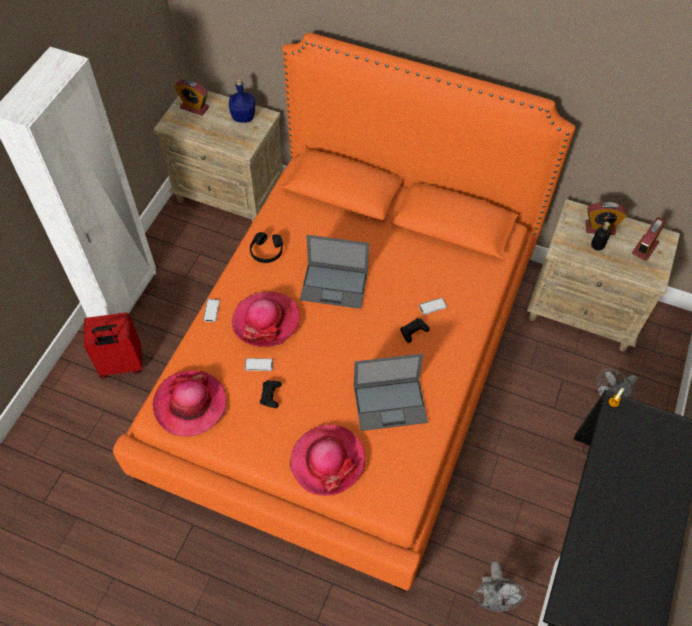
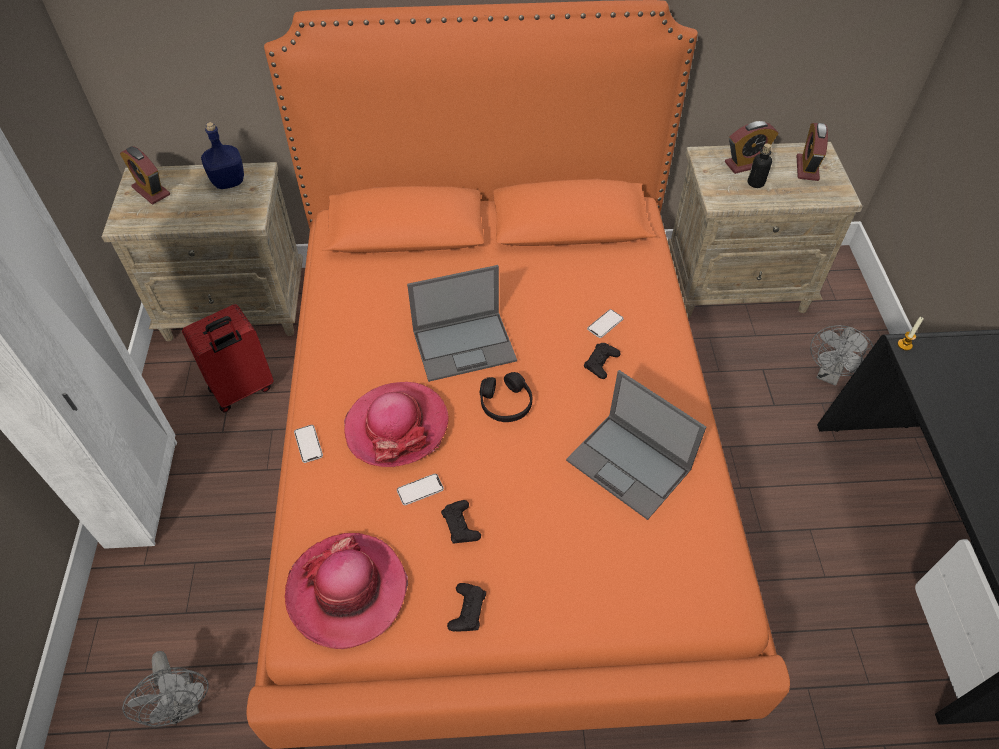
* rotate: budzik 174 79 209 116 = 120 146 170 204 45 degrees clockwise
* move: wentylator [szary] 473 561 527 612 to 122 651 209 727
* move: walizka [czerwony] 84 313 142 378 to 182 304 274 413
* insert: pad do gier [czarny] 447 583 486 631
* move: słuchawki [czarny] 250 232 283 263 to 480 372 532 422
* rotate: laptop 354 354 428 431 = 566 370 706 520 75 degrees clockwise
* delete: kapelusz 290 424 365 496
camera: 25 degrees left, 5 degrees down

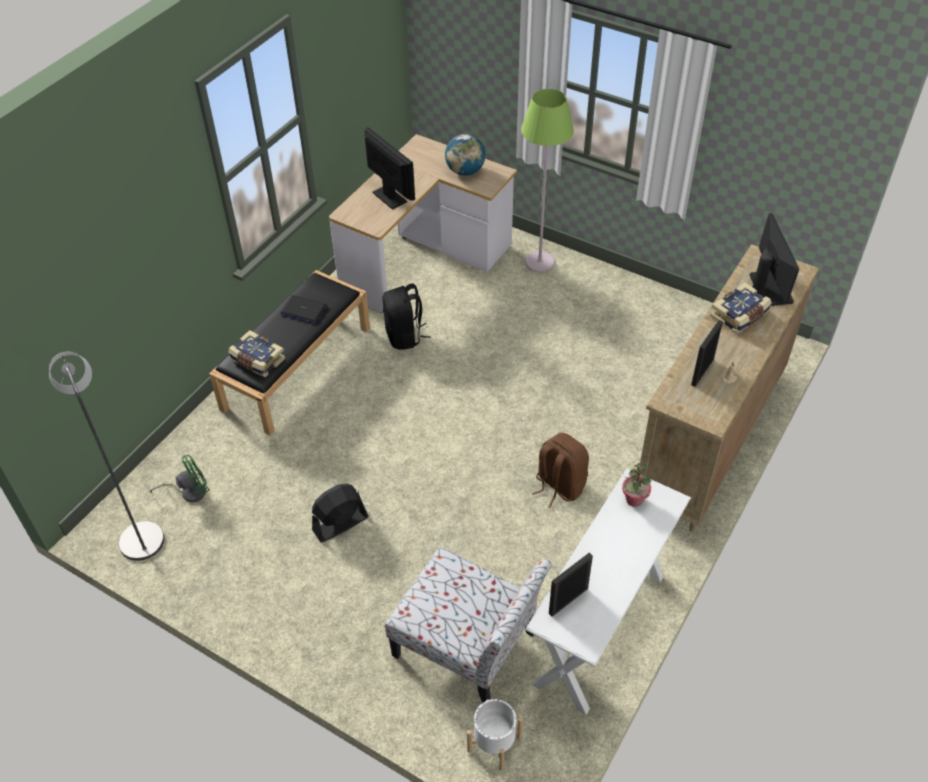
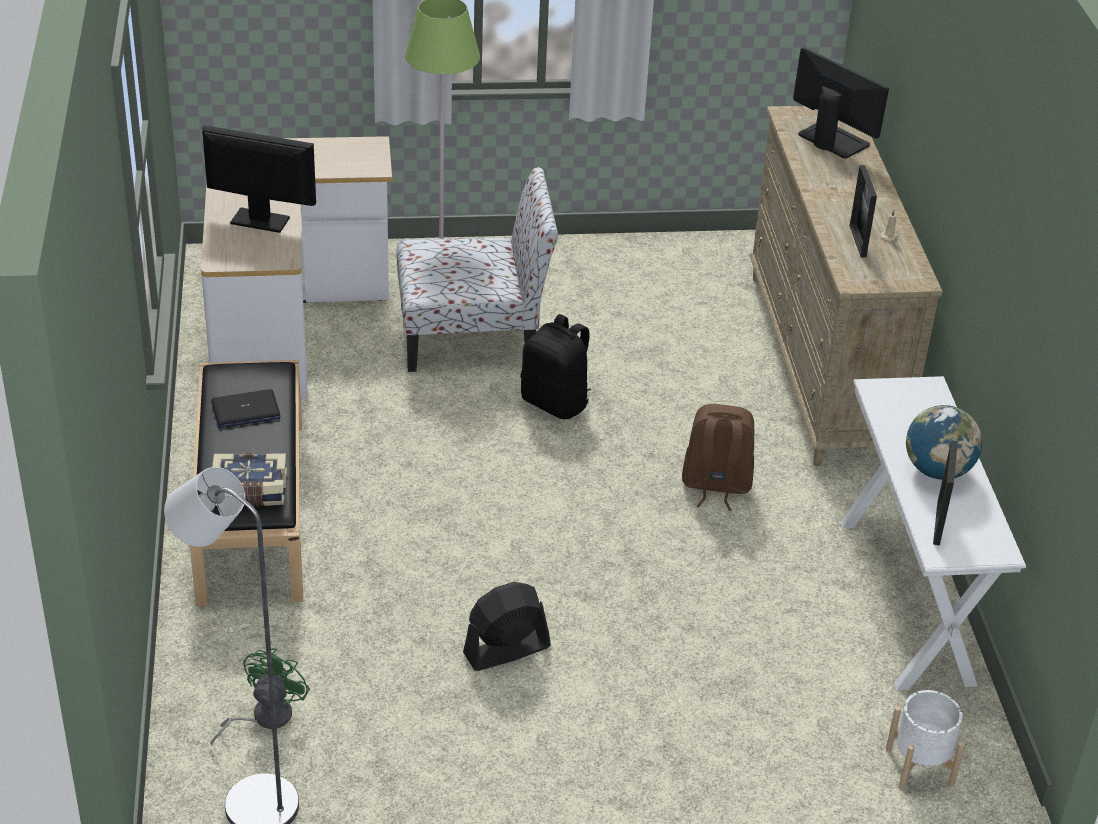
* move: krzesło 385 547 552 703 to 397 167 558 372
* rotate: wentylator [czarny] 312 483 369 542 = 463 582 551 671 45 degrees clockwise
* move: plecak [czarny] 383 284 431 350 to 521 314 591 419
* move: globus 445 134 486 176 to 906 405 982 480
* delete: roślina doniczkowa 622 462 651 507
* delete: książka 710 282 772 334
camera: 40 degrees left, 10 degrees down

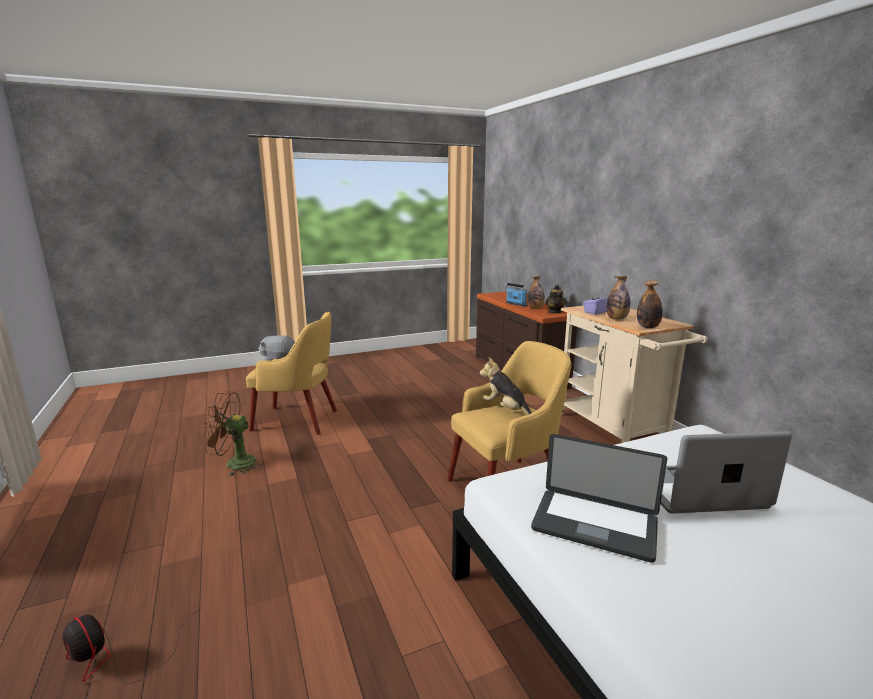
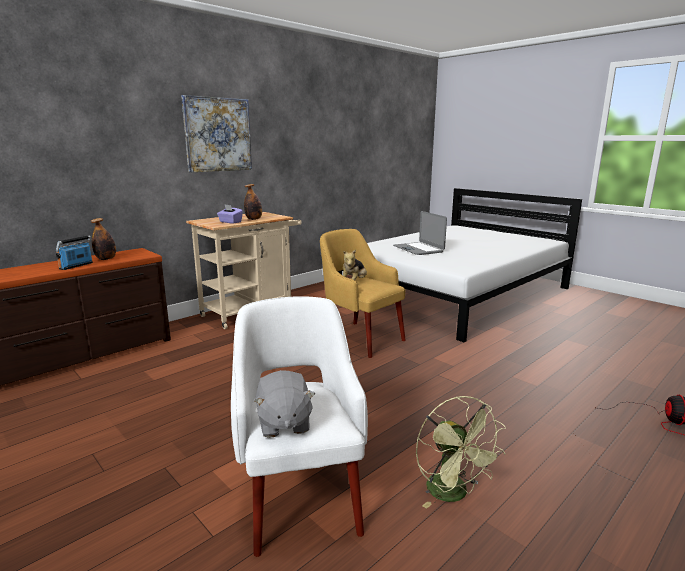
* insert: obraz 181 95 252 172
* recolor: fotel [żółty] 246 312 337 435 to fotel [biały] 231 296 368 557
* recolor: wentylator [brązowy] 202 391 262 476 to wentylator [zielony] 416 396 506 509
* delete: laptop 531 434 667 563
* delete: imbryk 545 285 567 313
* delete: butelka 637 280 663 328
camera: 110 degrees left, 0 degrees up

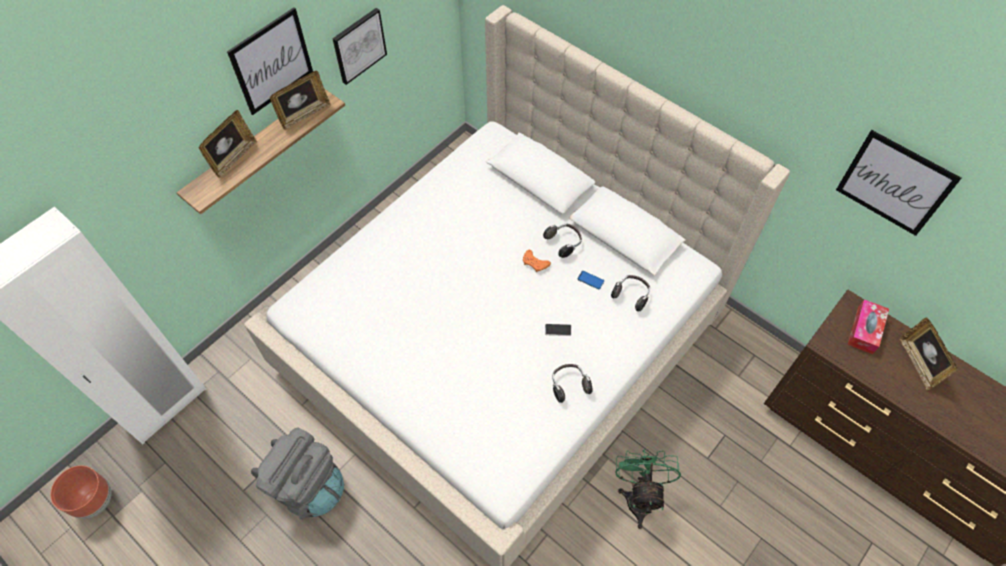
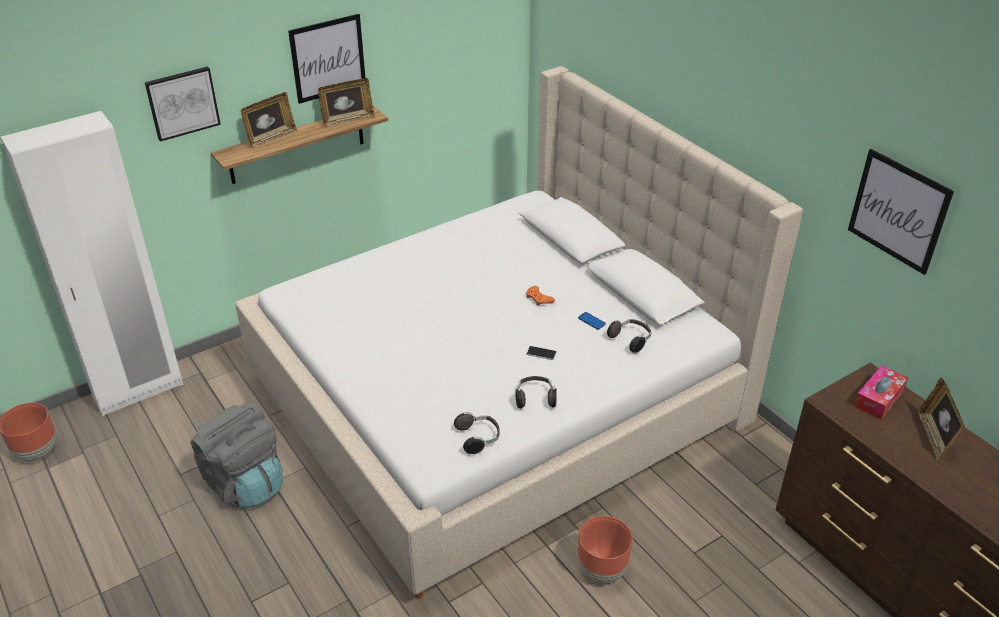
* move: obraz 332 8 387 85 to 145 67 221 142
* move: słuchawki 543 224 582 258 to 454 412 499 454
* replace: wentylator [zielony] 615 449 681 529 to donica [brązowy] 578 516 633 583
camera: 15 degrees right, 20 degrees down

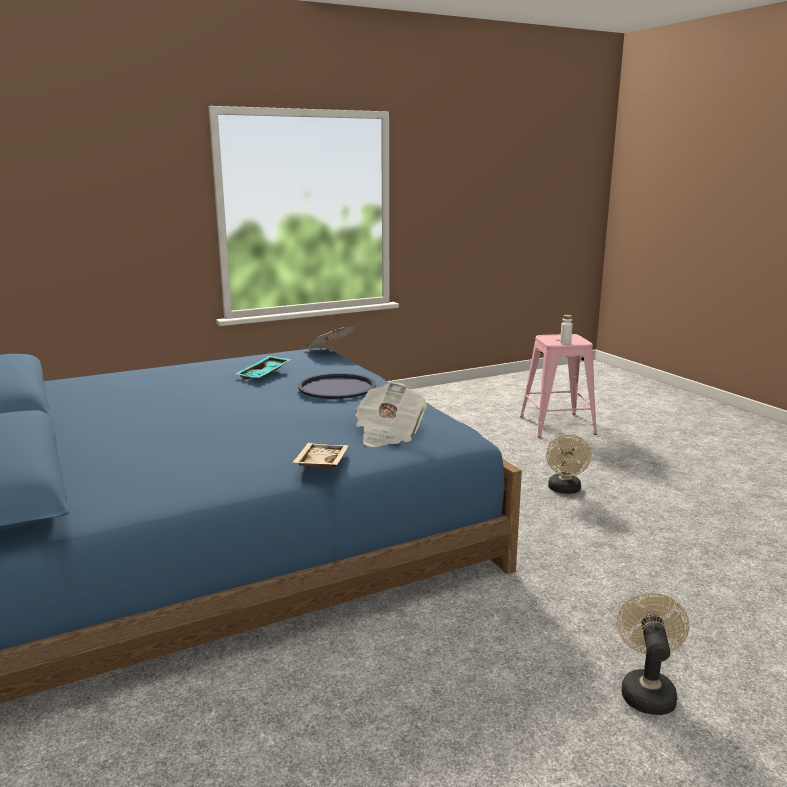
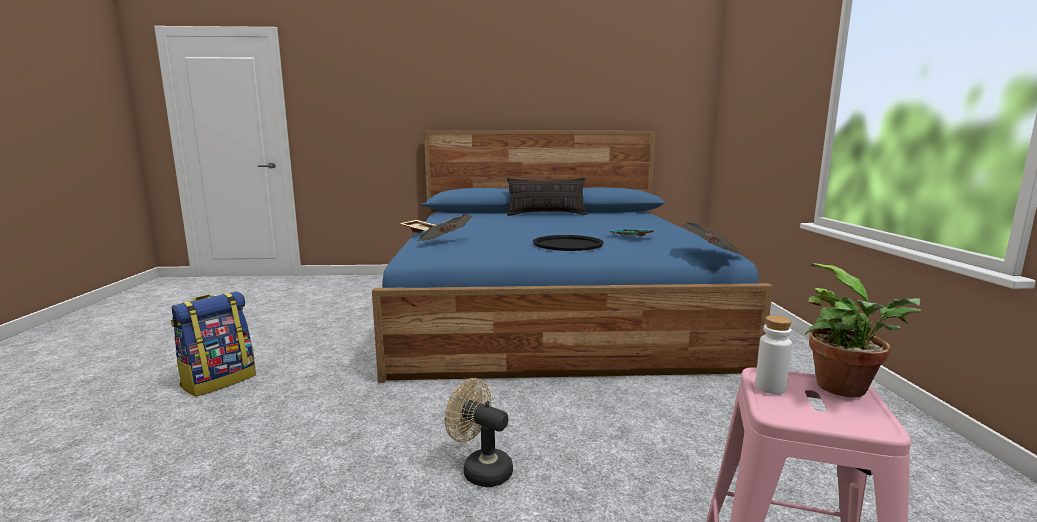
* replace: wentylator [beżowy] 617 593 689 715 to plecak 171 291 256 397
* insert: poduszka 507 177 587 216
* recolor: taca [niebieski] 298 373 376 399 to taca [czarny] 533 235 604 251
* insert: roślina doniczkowa 805 263 921 397
camera: 115 degrees right, 5 degrees down

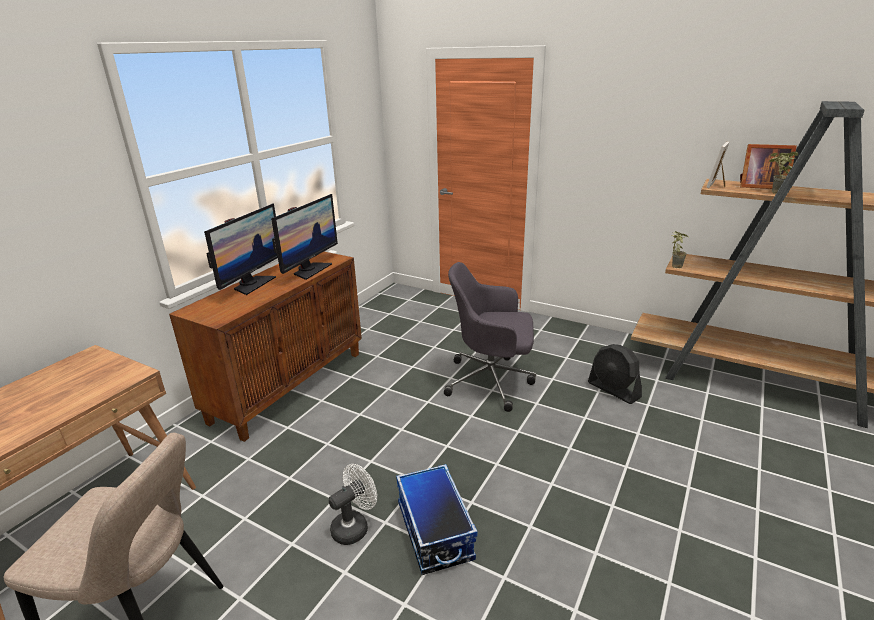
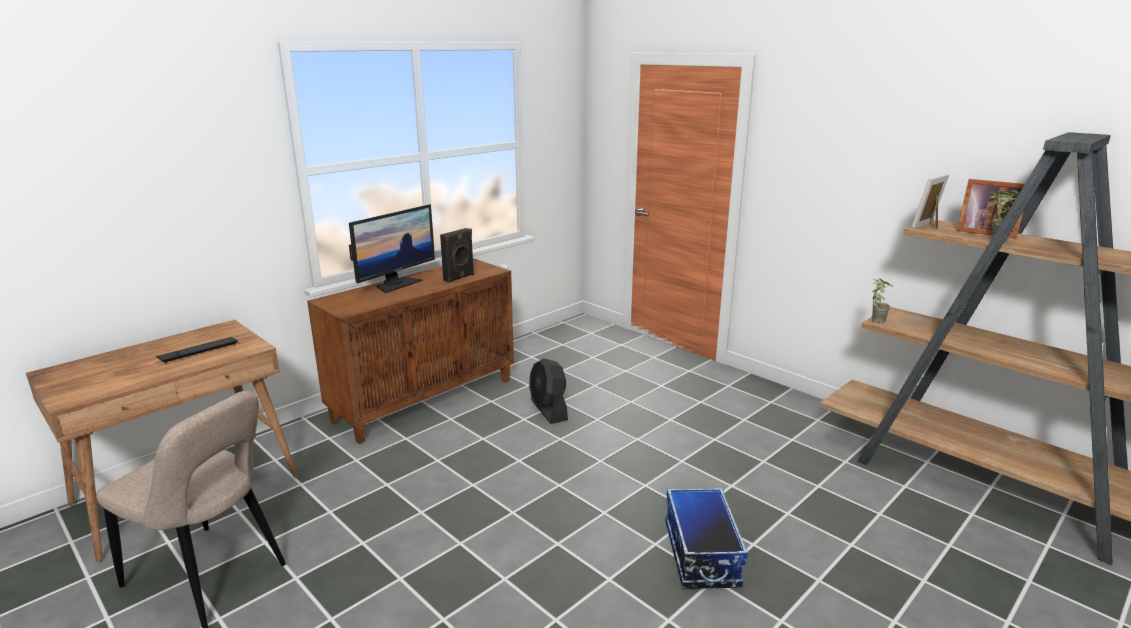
* insert: klawiatura 156 337 238 364
* replace: monitor 271 194 338 280 to głośnik [czarny] 440 228 474 283
* move: wentylator [czarny] 588 344 642 404 to 529 358 568 424
* move: pojemnik do przechowywania 396 464 478 575 to 665 488 748 589
* delete: wentylator [biały] 329 464 377 545
* delete: krzesło biurowe [szary] 444 262 536 412
camera: 15 degrees right, 5 degrees down

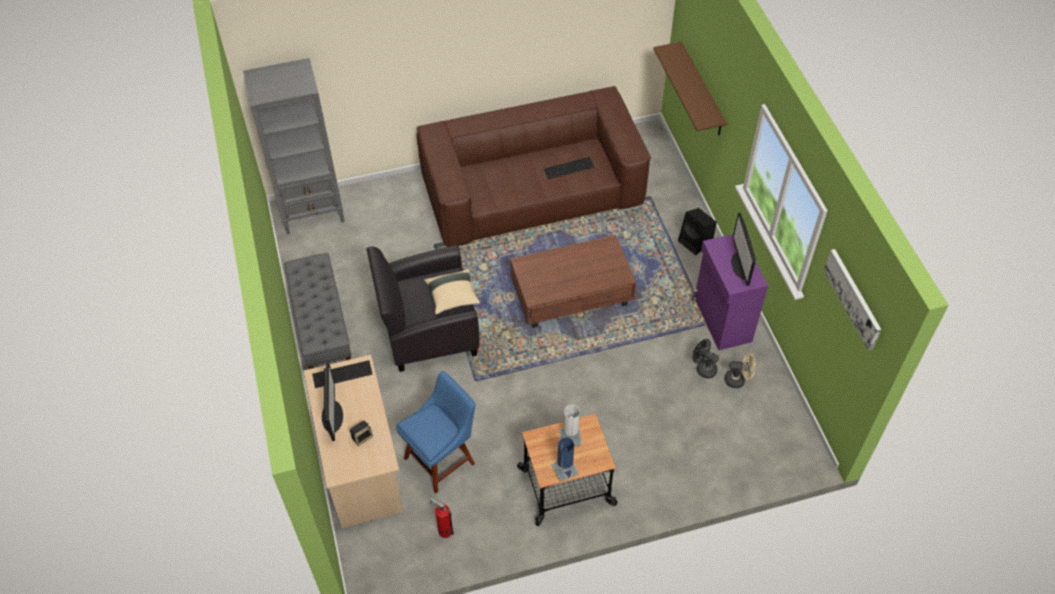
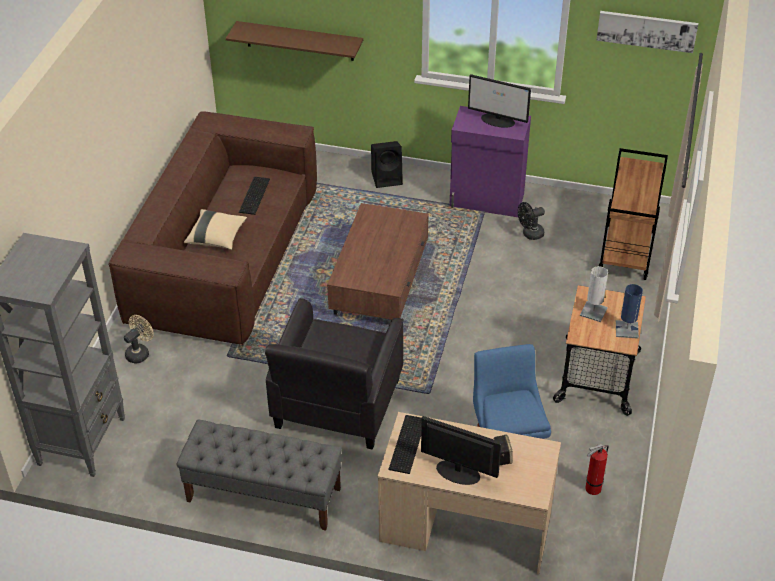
* move: wentylator [beżowy] 725 353 756 388 to 124 315 154 363
* move: poduszka [beżowy] 424 268 480 314 to 184 209 247 250
* insert: wózek [brązowy] 599 148 668 280
camera: 60 degrees left, 10 degrees down

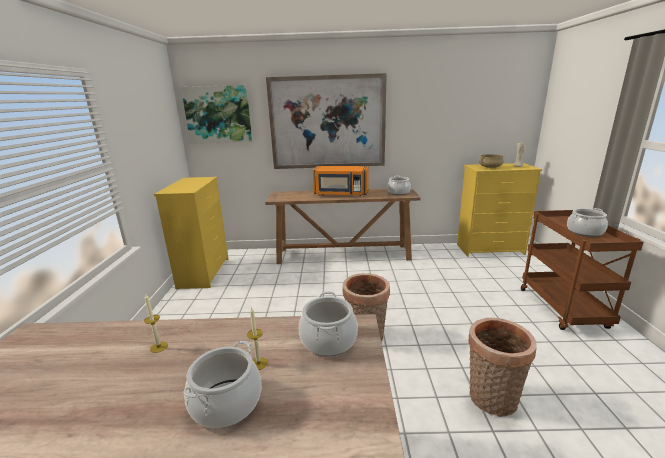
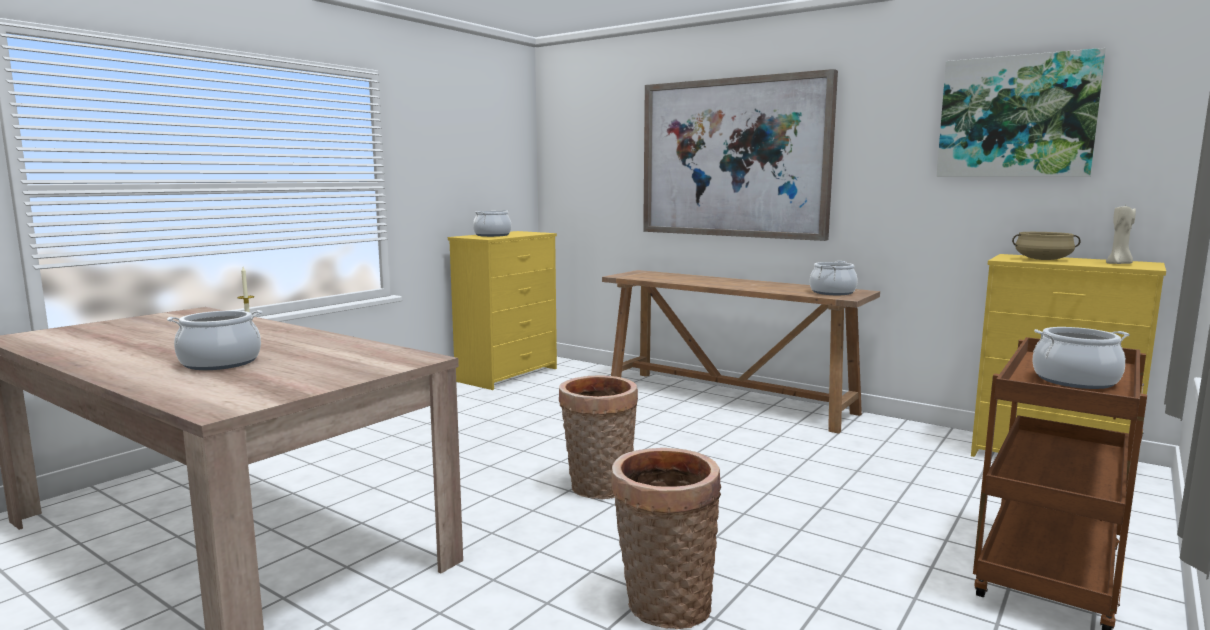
* move: garnek 299 291 358 356 to 473 210 511 237
* move: obraz 181 85 252 144 to 937 48 1106 177
* delete: świeca 247 307 268 370
* delete: mikrofalówka [pomarańczowy] 313 166 369 196
camera: 35 degrees right, 10 degrees down

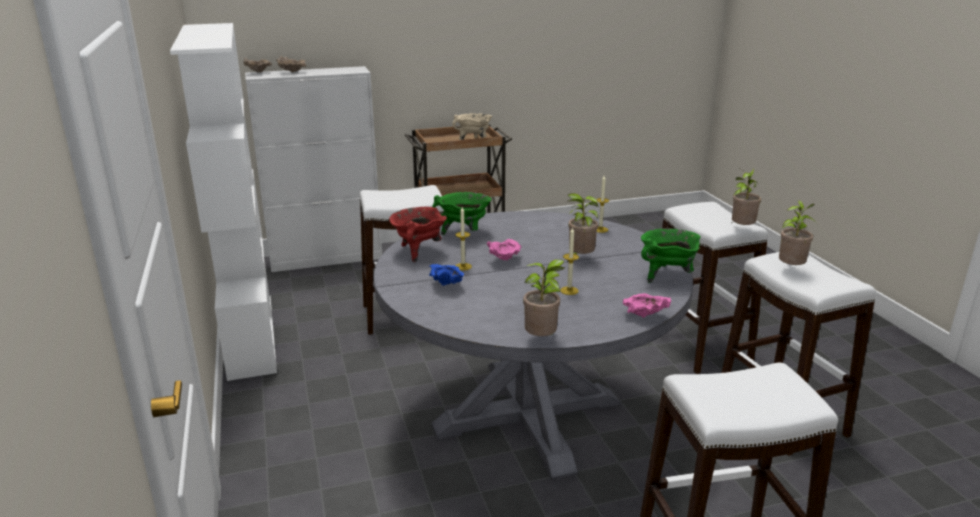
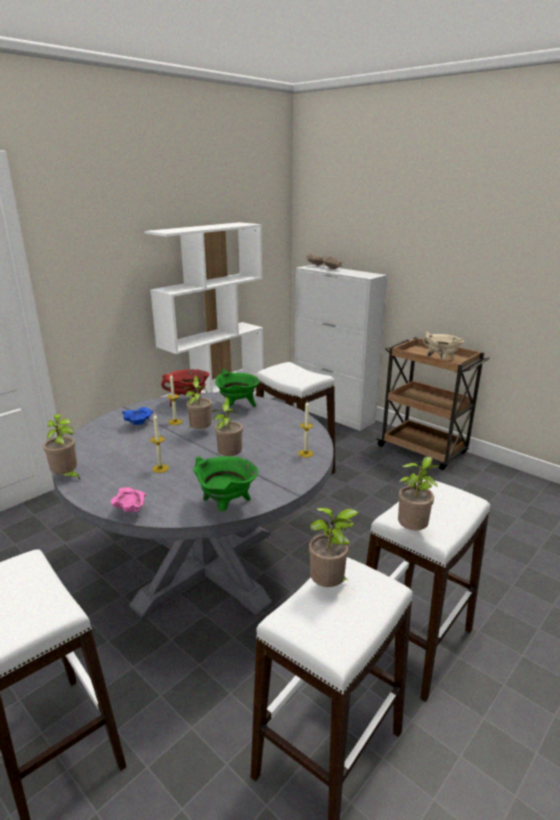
* replace: miska [różowy] 487 239 521 260 to roślina doniczkowa 182 375 212 429
camera: 60 degrees right, 0 degrees up

